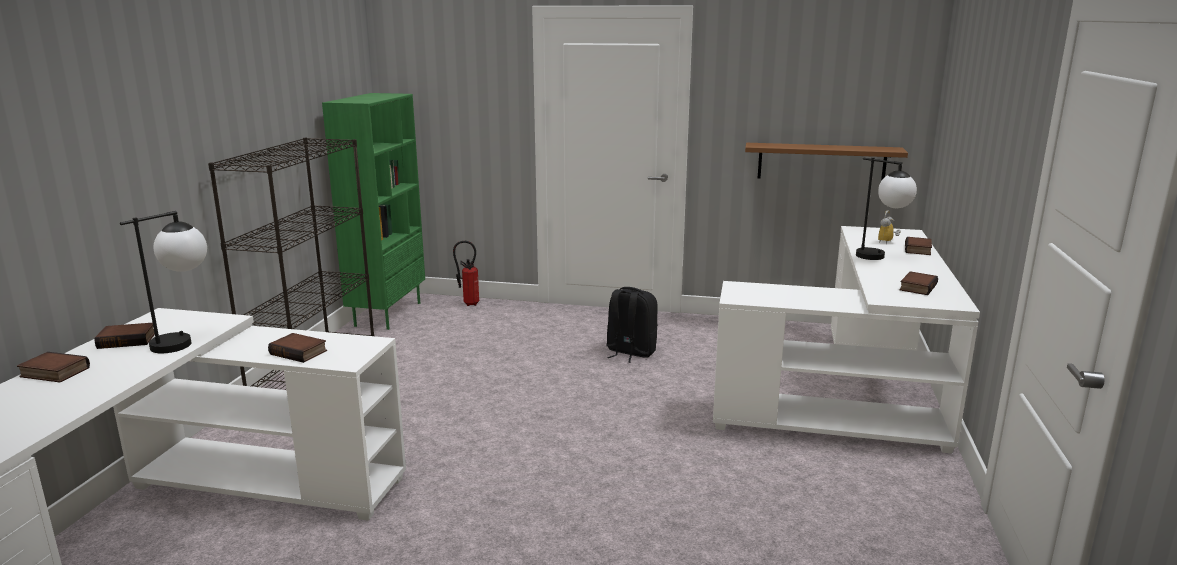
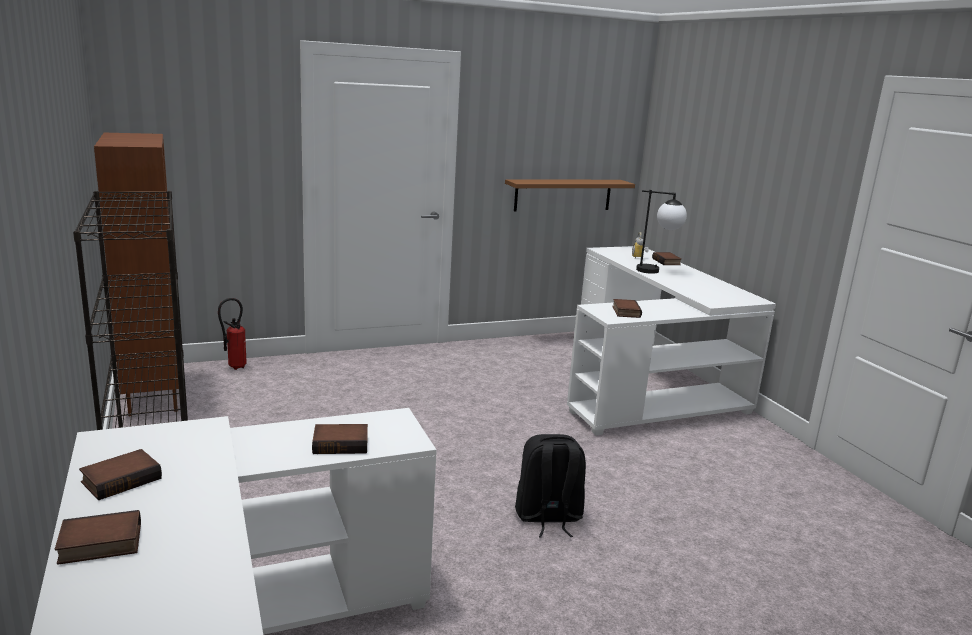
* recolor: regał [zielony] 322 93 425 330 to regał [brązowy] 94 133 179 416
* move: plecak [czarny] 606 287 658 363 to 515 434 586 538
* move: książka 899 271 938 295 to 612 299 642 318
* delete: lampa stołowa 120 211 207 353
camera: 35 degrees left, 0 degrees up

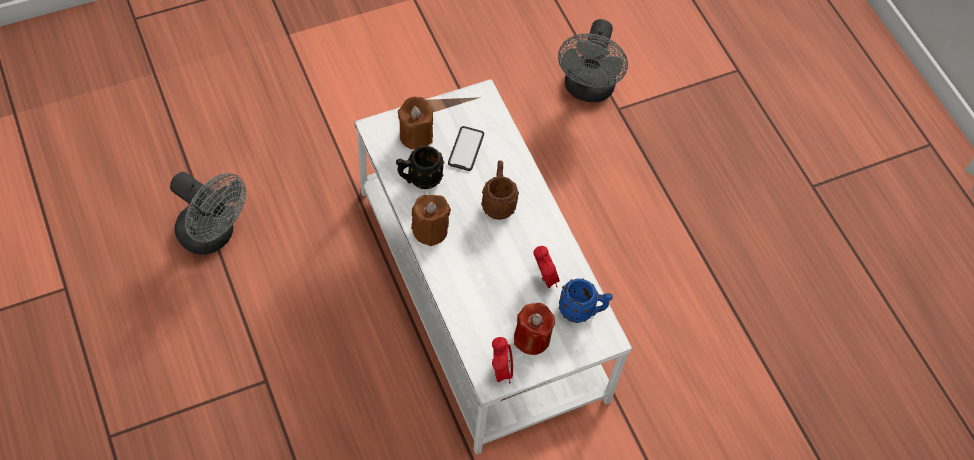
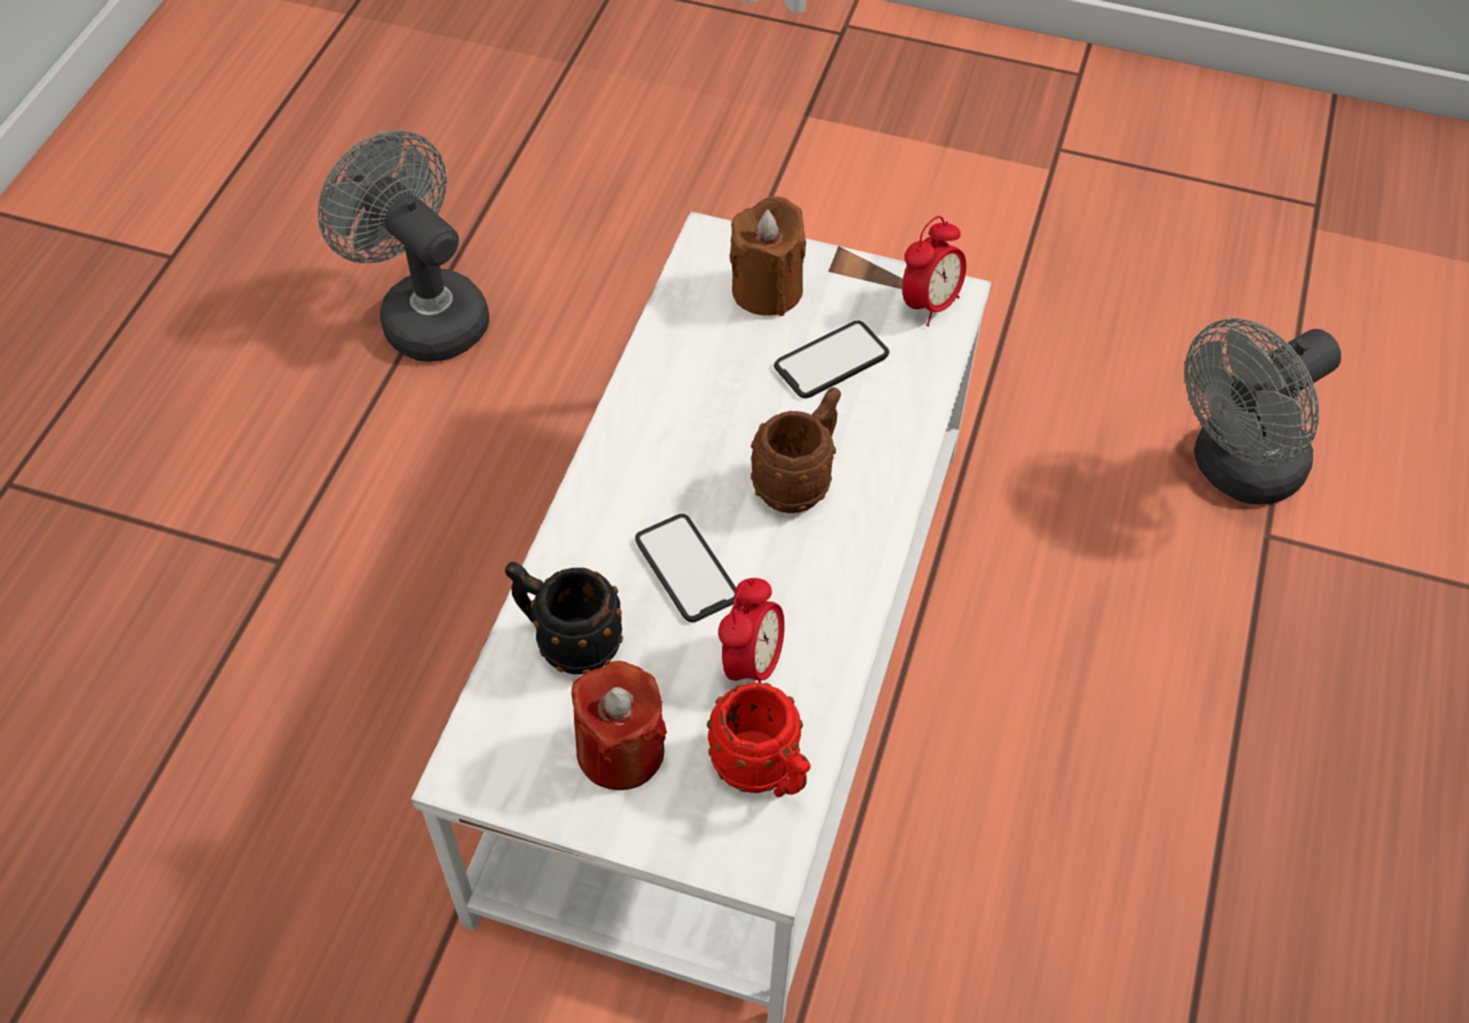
* rotate: wentylator [szary] 170 172 246 255 = 318 130 489 362 150 degrees clockwise
* move: kubek [czarny] 396 146 444 189 to 505 562 623 675
* insert: telefon 635 514 736 622
* recolor: kubek [niebieski] 559 278 613 323 to kubek [czerwony] 707 683 811 797
* move: budzik 492 337 513 383 to 902 216 966 326
* delete: świeca [brązowy] 411 195 451 246
camera: 45 degrees right, 5 degrees down

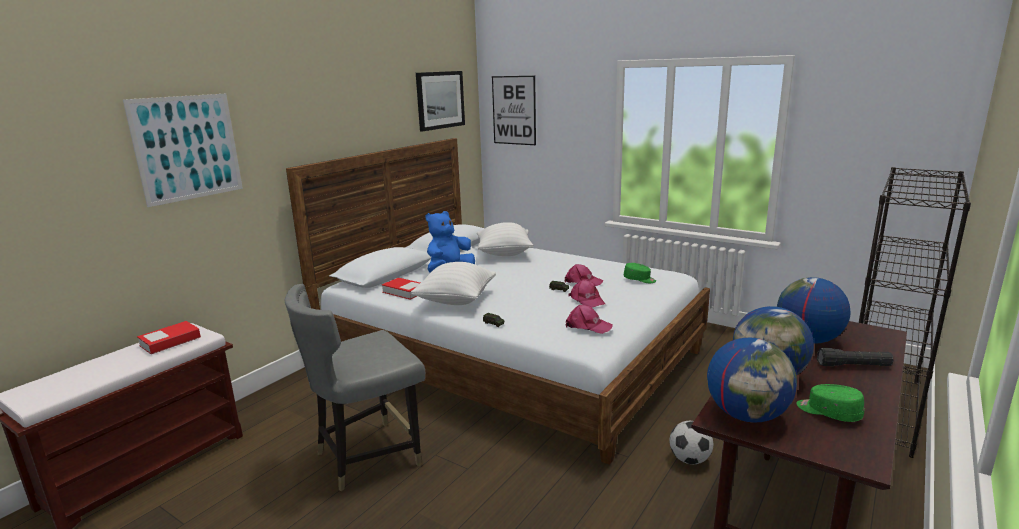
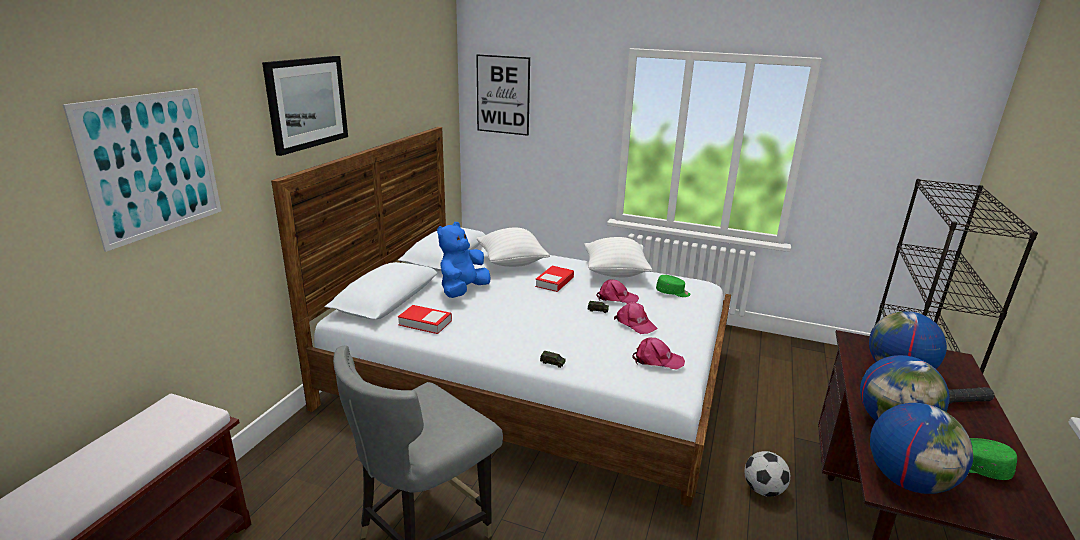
* move: obraz 416 71 465 131 to 262 56 348 156
* move: książka 137 321 201 354 to 535 266 574 292
* move: poduszka [biały] 411 262 496 305 to 584 237 652 277
camera: 15 degrees left, 5 degrees up

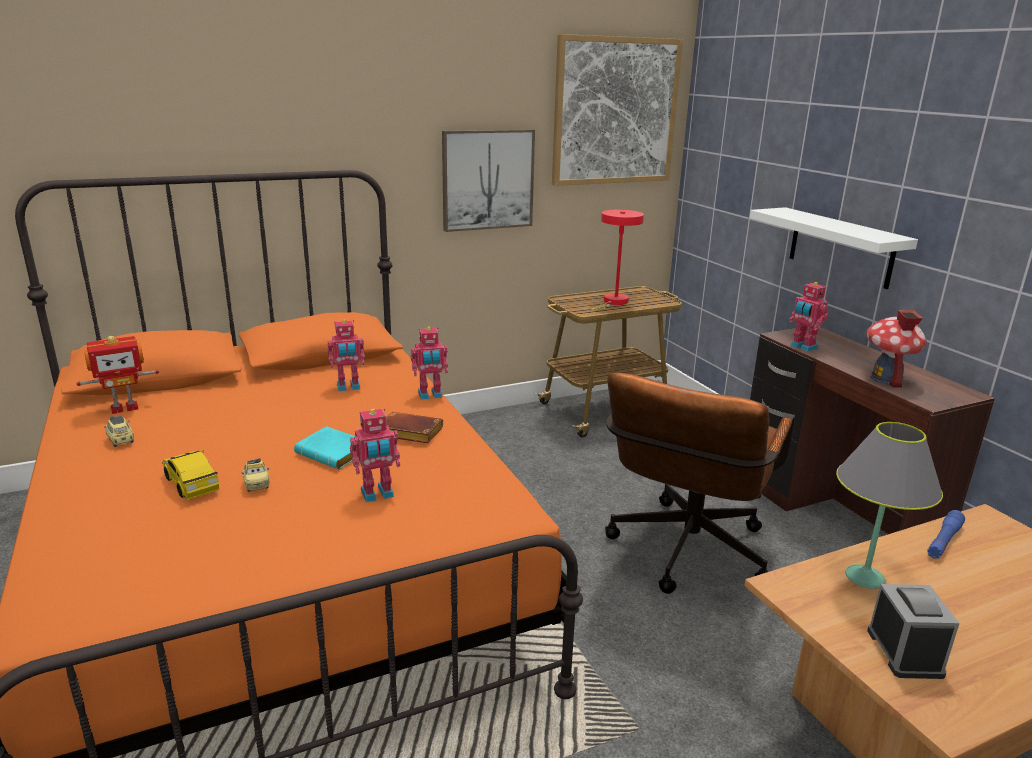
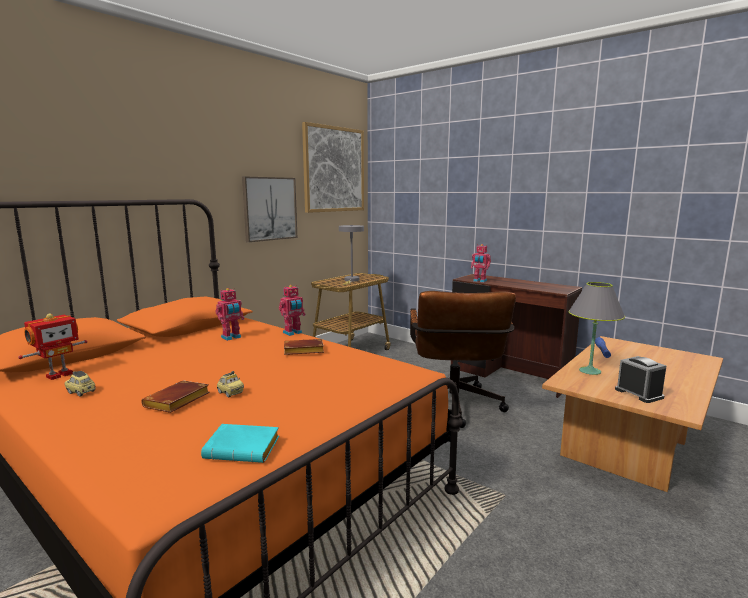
* replace: samochodzik 162 450 220 500 to książka [brązowy] 141 381 210 413
* move: książka [turkusowy] 294 426 355 469 to 201 424 279 463
* recolor: lampa stołowa [czerwony] 590 210 644 311 to lampa stołowa [szary] 339 225 364 285
* delete: robot zabawkowy 350 408 400 502
* delete: półka [biały] 750 207 918 289
* delete: domek 866 310 927 388
camera: 25 degrees left, 10 degrees down

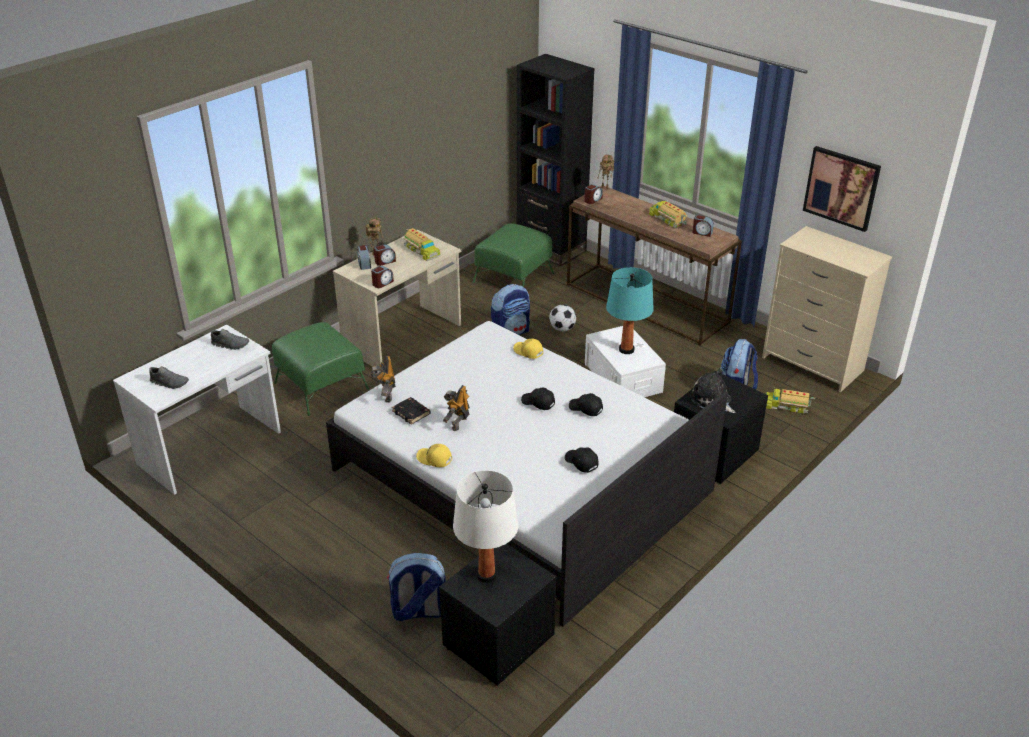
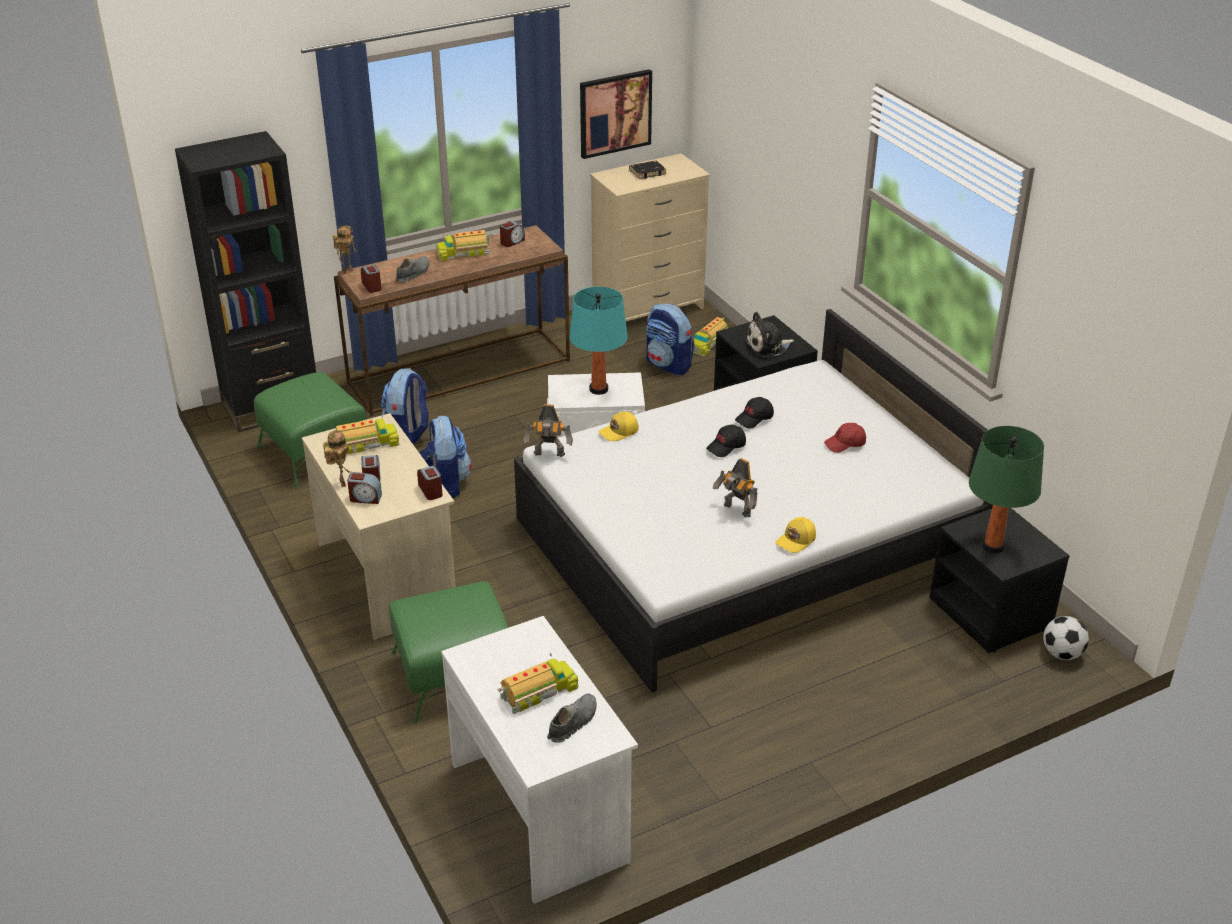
* move: plecak 387 553 446 621 to 381 368 428 444
* move: but [szary] 211 329 249 350 to 396 256 429 282
* insert: ciężarówka zabawkowa 498 653 578 714
* move: robot zabawkowy 370 356 396 403 to 524 404 573 457
* move: książka [czarny] 392 397 431 425 to 629 161 667 179
* recolor: czapka z daszkiem [czarny] 565 447 598 473 to czapka z daszkiem [czerwony] 824 423 866 453
* recolor: lampa stołowa [biały] 453 470 519 583 to lampa stołowa [zielony] 969 426 1044 553
* move: piłka futbolowa 549 305 576 332 to 1043 616 1089 660
camera: 70 degrees left, 0 degrees up

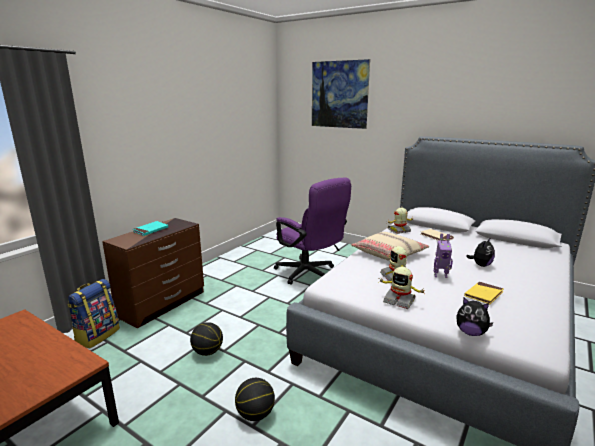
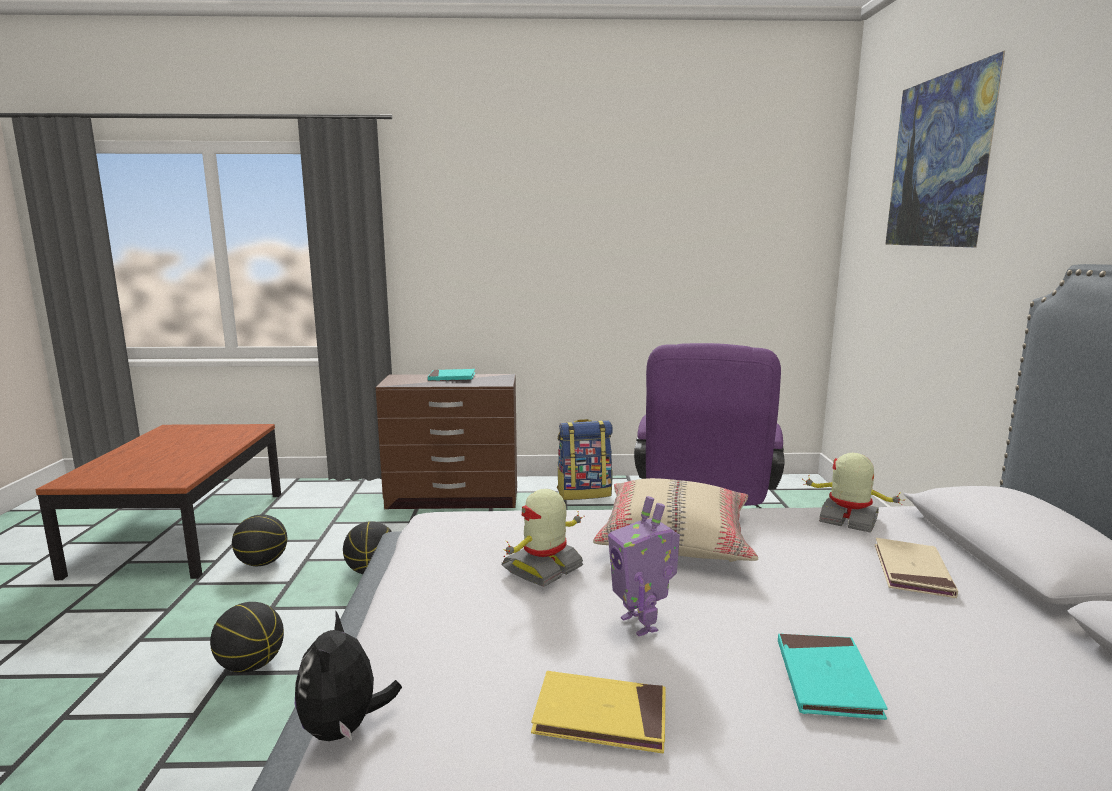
* insert: piłka do koszykówki 232 514 287 566
* move: plecak 67 279 120 348 to 557 419 613 500
* replace: pluszak 466 239 495 267 to książka [turkusowy] 778 634 887 720
* delete: robot zabawkowy 378 267 425 309
camera: 55 degrees right, 5 degrees down

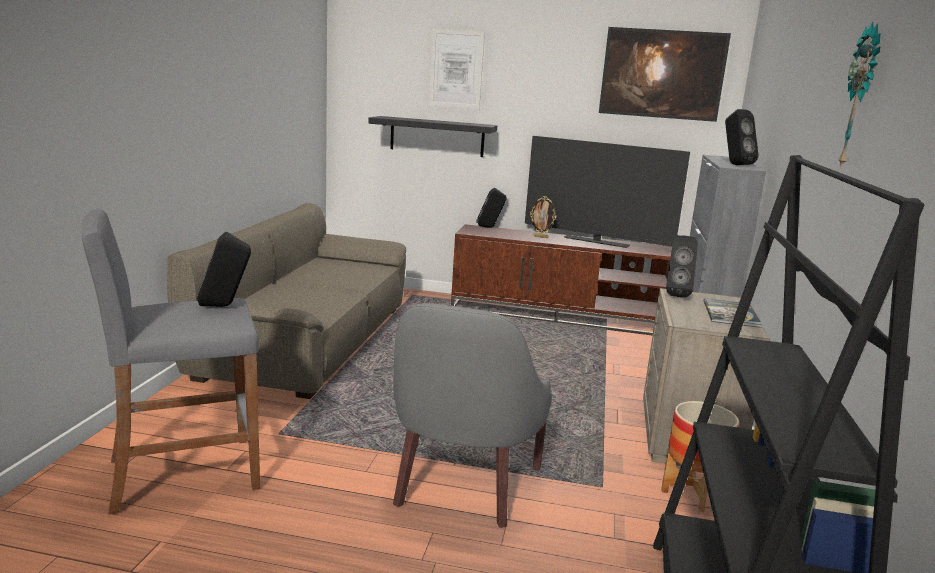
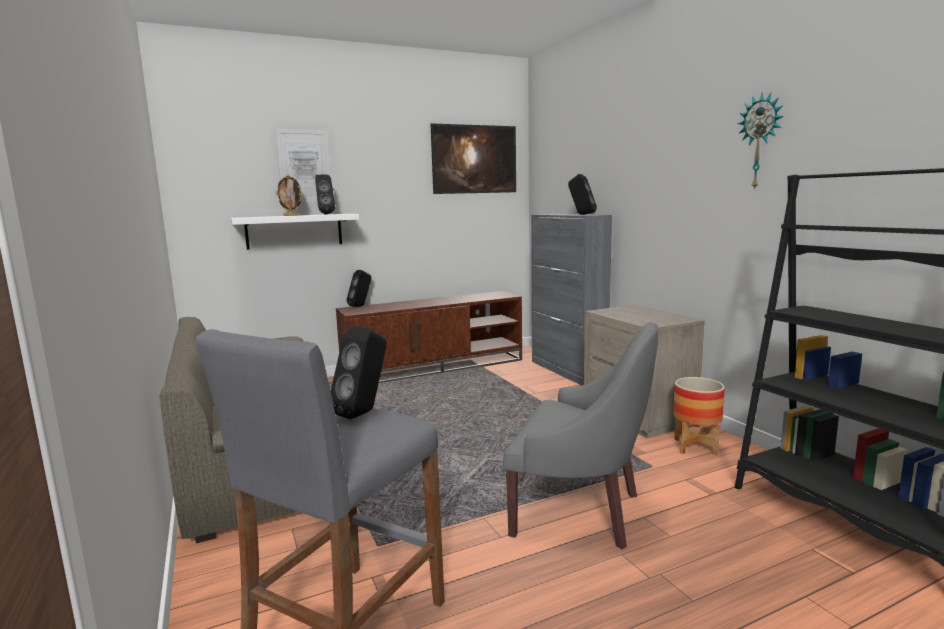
* recolor: półka [czarny] 369 116 497 157 to półka [biały] 230 214 359 250
* move: ramka na zdjęcie 530 196 556 238 to 275 175 303 216
* move: głośnik [czarny] 666 235 698 298 to 315 175 335 215
* rotate: fotel [szary] 393 303 552 528 = 503 322 658 549 45 degrees counterclockwise
* delete: telewizor 525 136 690 248
* delete: książka 704 298 763 328
camera: 35 degrees left, 5 degrees down

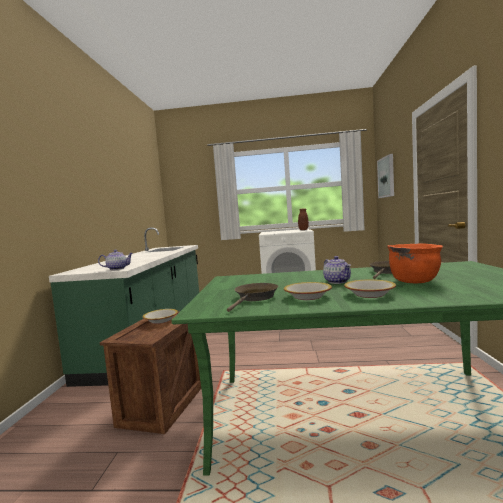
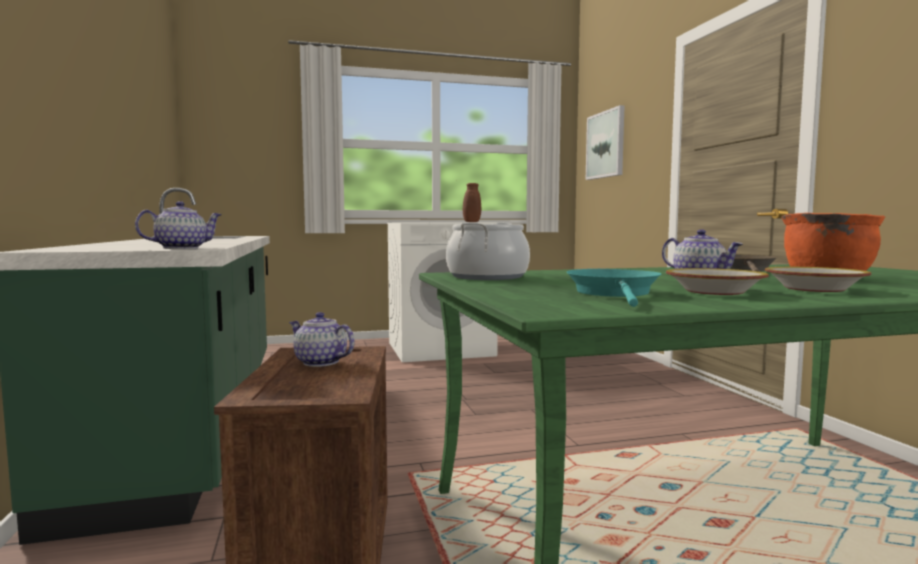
* replace: miska 143 309 178 324 to imbryk 289 312 354 367
* insert: garnek 446 222 530 280
* recolor: patelnia [brązowy] 227 283 278 312 to patelnia [turkusowy] 567 269 661 307
camera: 20 degrees left, 0 degrees up

